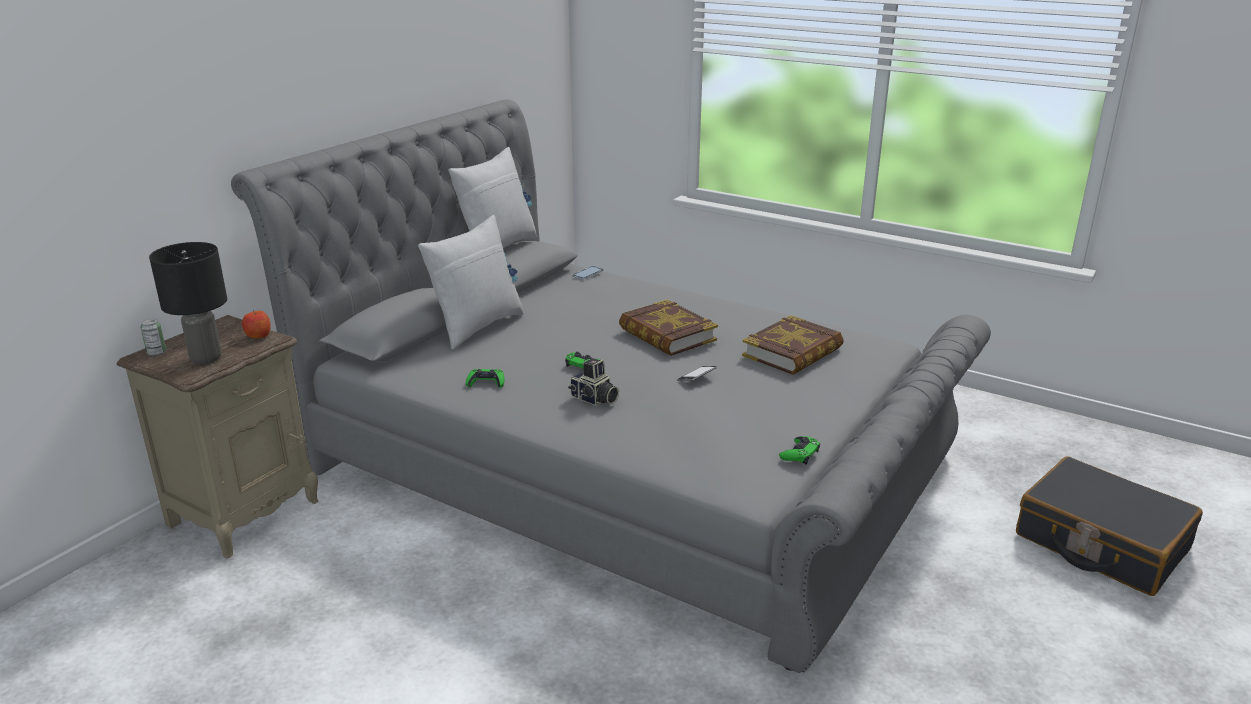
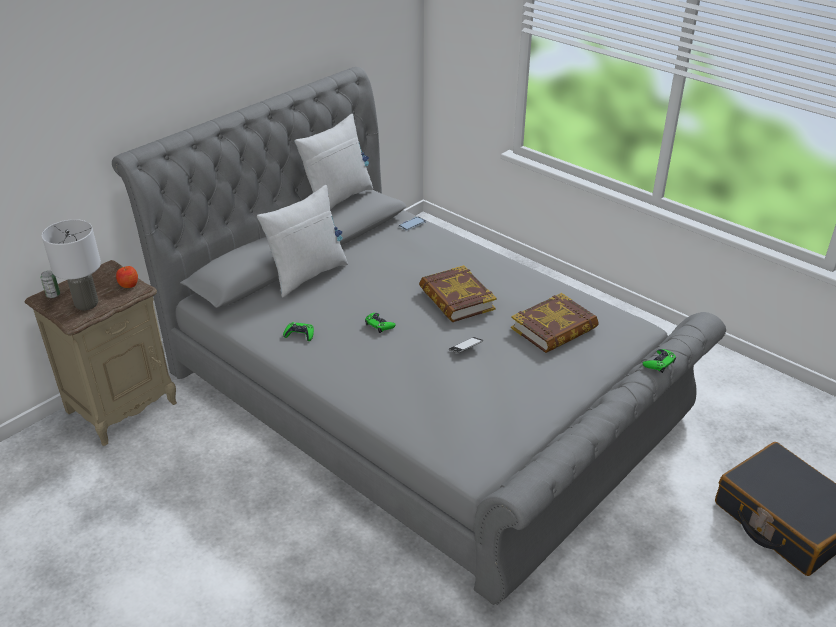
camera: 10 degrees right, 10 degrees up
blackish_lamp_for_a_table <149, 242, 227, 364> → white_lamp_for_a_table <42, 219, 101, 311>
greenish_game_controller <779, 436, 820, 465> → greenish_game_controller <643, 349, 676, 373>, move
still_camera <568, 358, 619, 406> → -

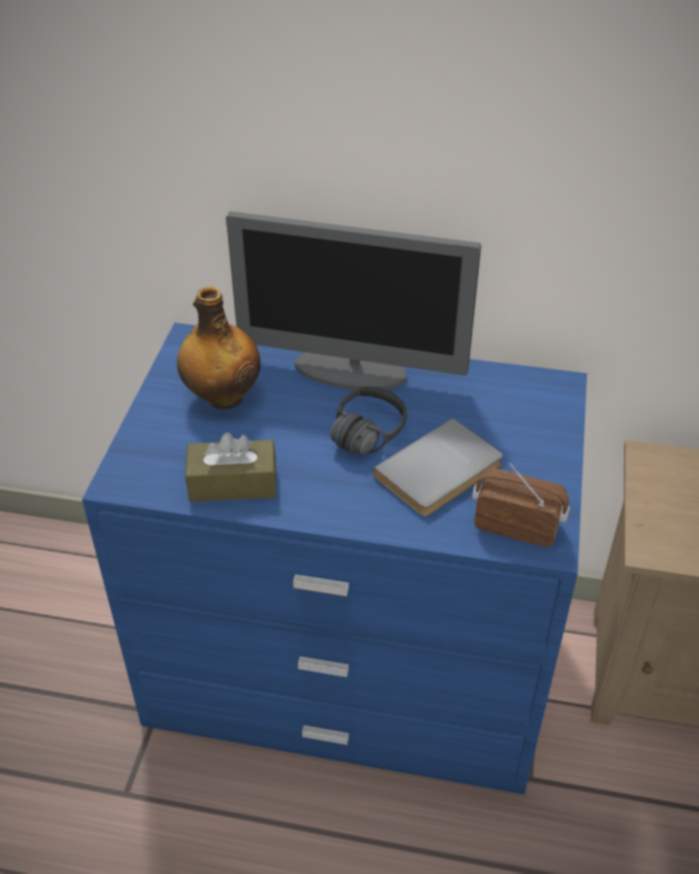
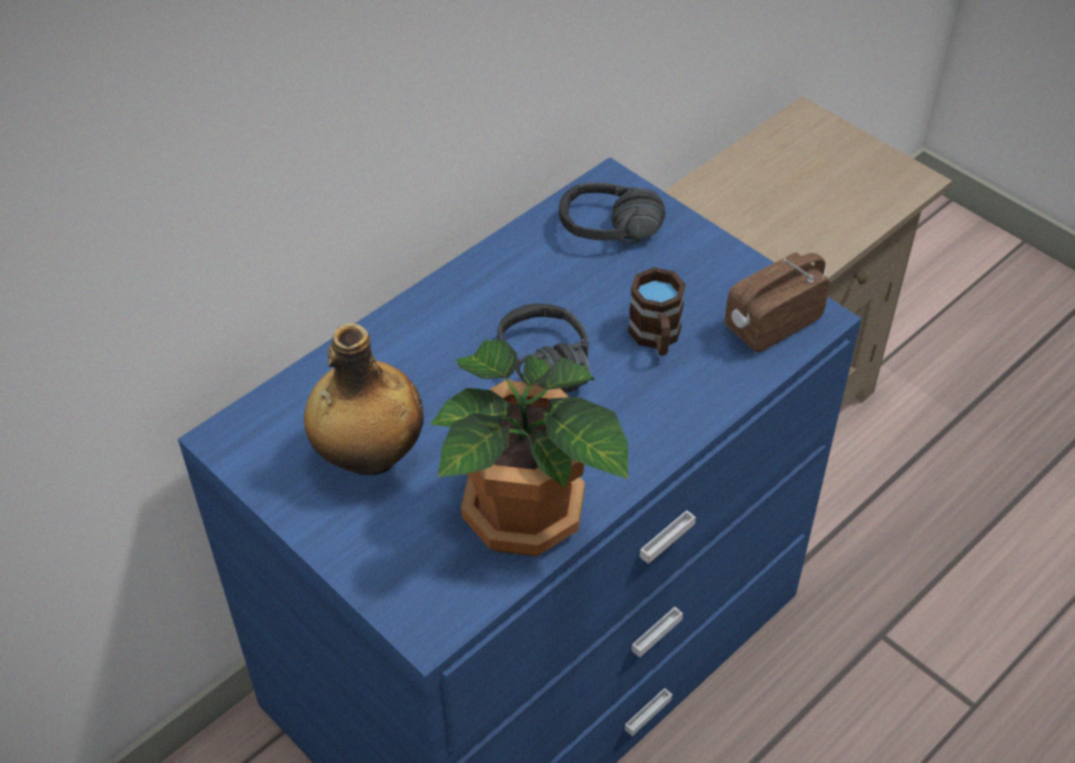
camera: 55 degrees left, 5 degrees up
brownish_box_of_tissues <185, 433, 276, 502> → plant_in_a_pot <430, 339, 628, 556>
- → blackish_pair_of_headphones <559, 182, 666, 244>
greyish_book <373, 418, 503, 517> → brownish_tea_mug <628, 267, 686, 356>
computer_screen <226, 211, 481, 389> → -

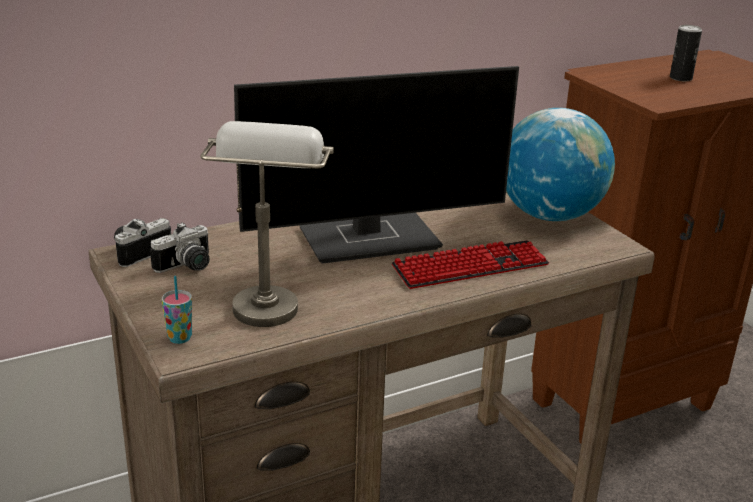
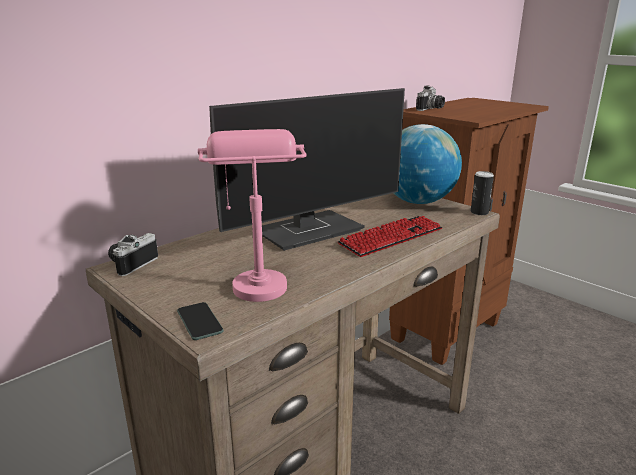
camera: 15 degrees left, 5 degrees down
drinking_cup <162, 276, 192, 344> → handset <177, 302, 224, 340>
greyish_lamp_for_a_table <201, 121, 334, 327> → pink_lamp_for_a_table <198, 129, 307, 302>
still_camera <150, 222, 210, 273> → still_camera <416, 86, 445, 111>, move
metal_can <670, 25, 702, 81> → metal_can <471, 171, 494, 215>, move

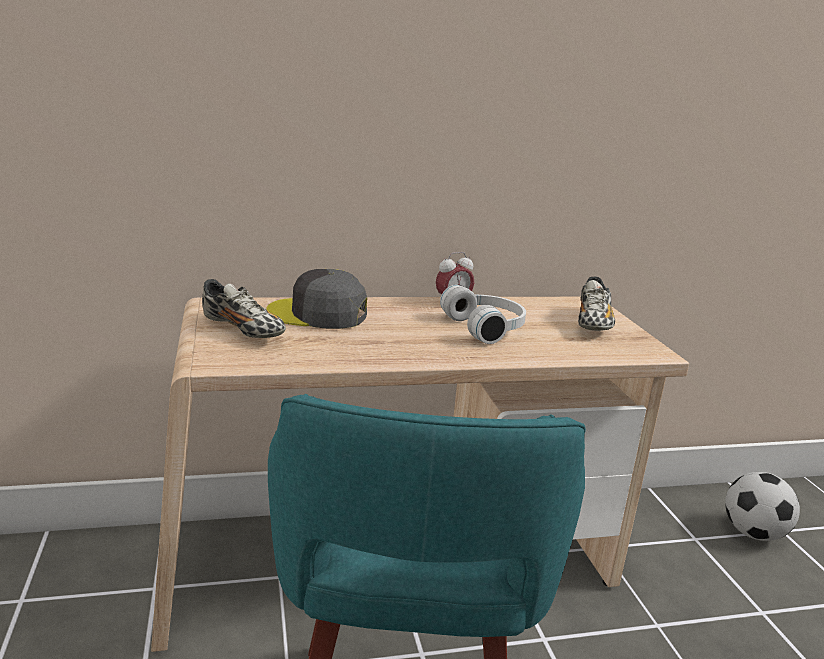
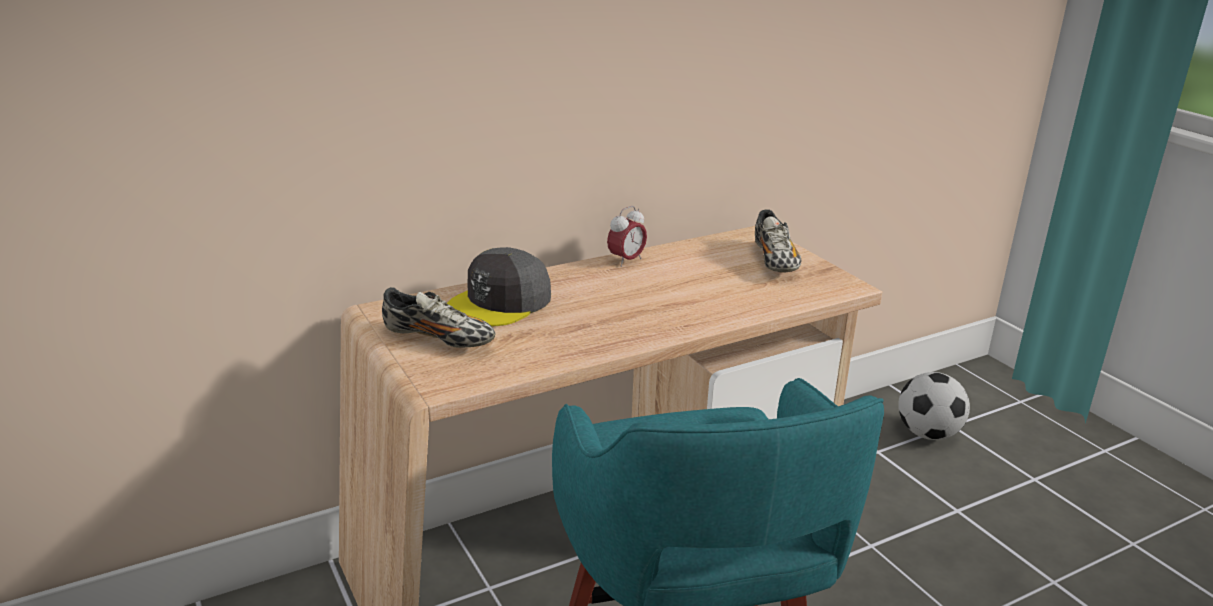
camera: 15 degrees left, 5 degrees up
greyish_cap <266, 269, 367, 329> → greyish_cap <447, 247, 551, 326>, 45 degrees counterclockwise
white_pair_of_headphones <440, 285, 526, 344> → -

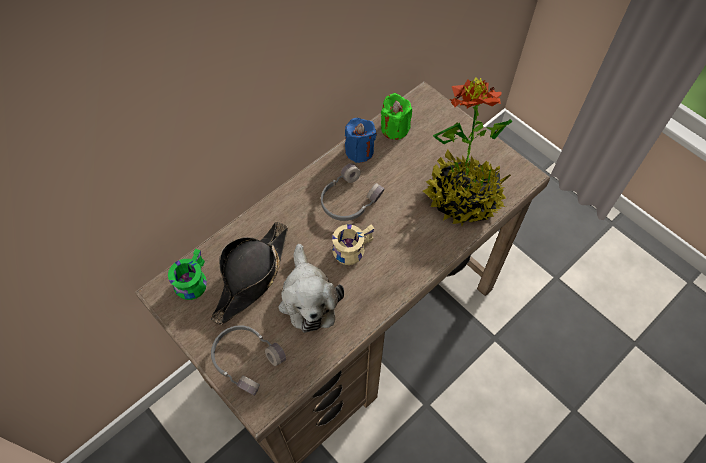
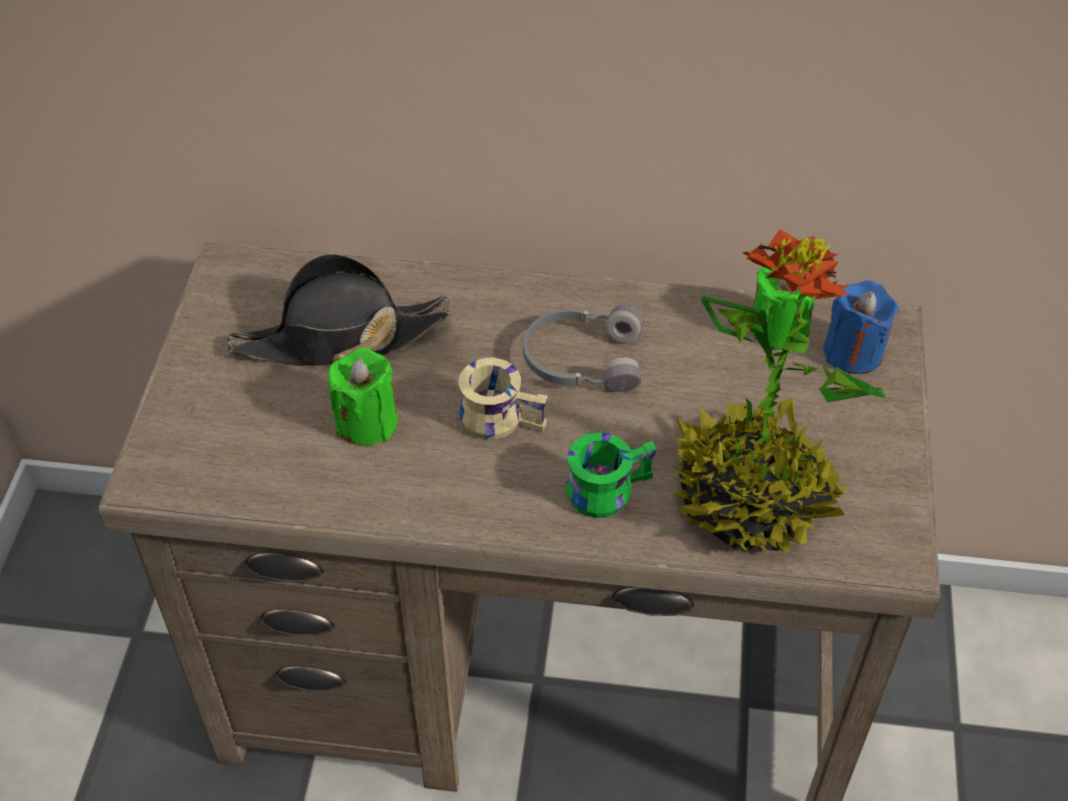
camera: 50 degrees right, 10 degrees down
soft_toy <278, 244, 344, 333> → greenish_wax_candle <328, 347, 398, 446>
greenish_tea_mug <168, 249, 207, 300> → greenish_tea_mug <566, 432, 657, 518>, move
blue_wax_candle <345, 118, 376, 163> → blue_wax_candle <824, 280, 899, 374>, move
greyish_pair_of_headphones <211, 325, 286, 395> → -

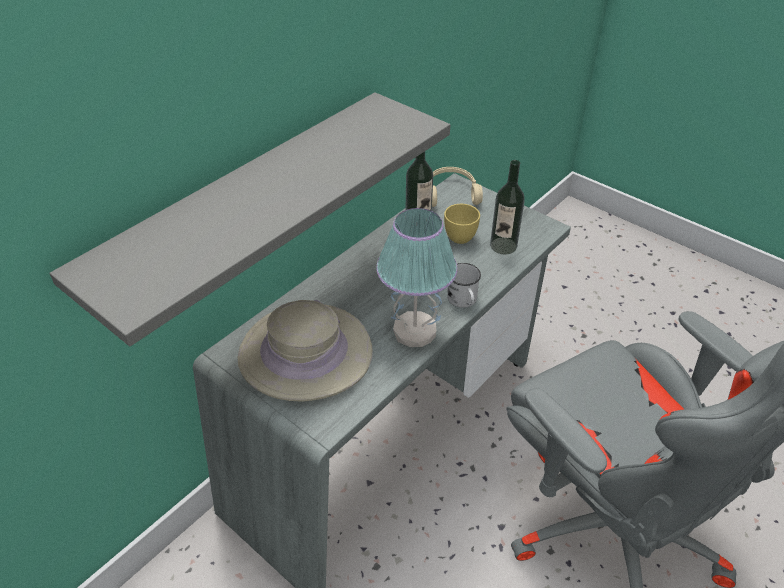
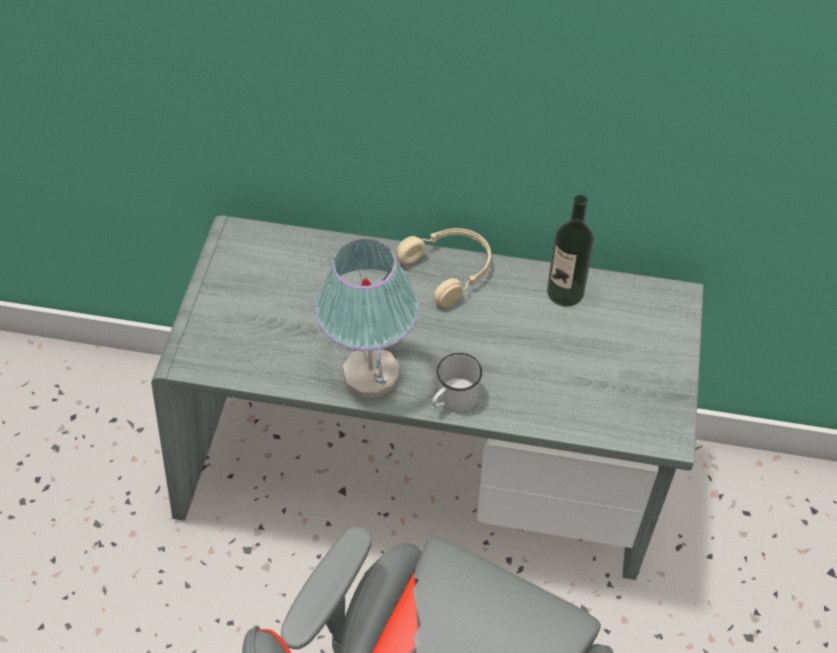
camera: 60 degrees right, 10 degrees up
beige-coloured_pair_of_headphones <432, 167, 483, 207> → beige-coloured_pair_of_headphones <396, 228, 491, 307>, move
greyish_shelf <49, 92, 450, 346> → -
beige-coloured_wearable_hat <237, 300, 373, 402> → -
yellow-coloured_drinking_cup <444, 204, 480, 244> → -
beverage_bottle <490, 160, 525, 255> → -

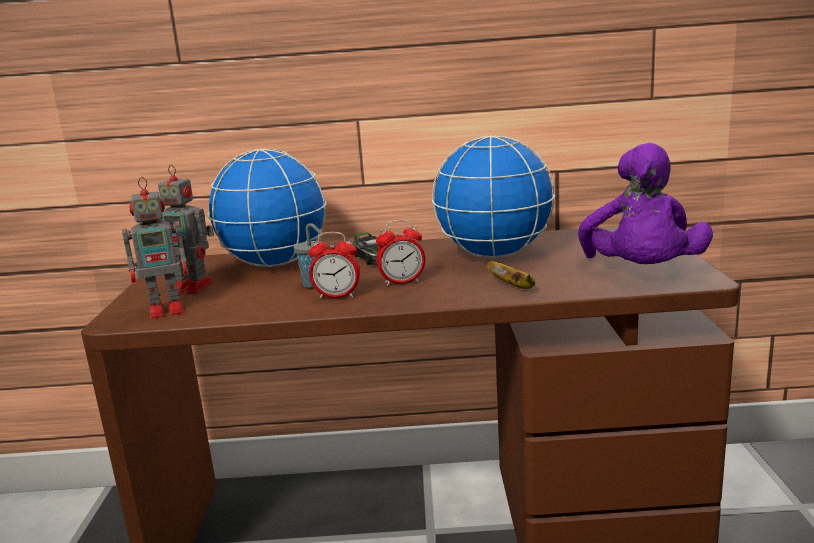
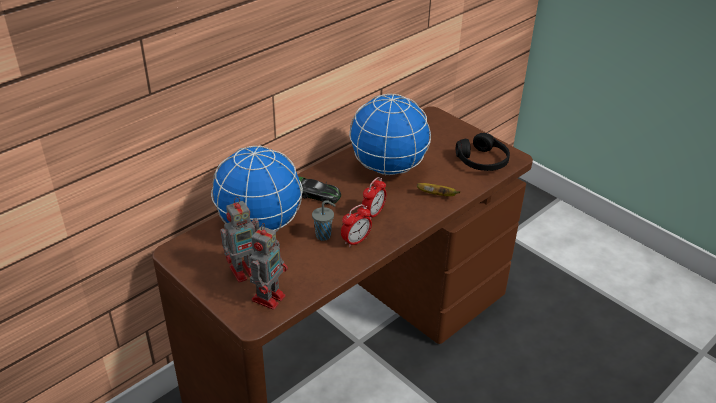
camera: 45 degrees left, 20 degrees up
purplish_soft_toy <578, 143, 713, 264> → blackish_pair_of_headphones <456, 133, 510, 171>

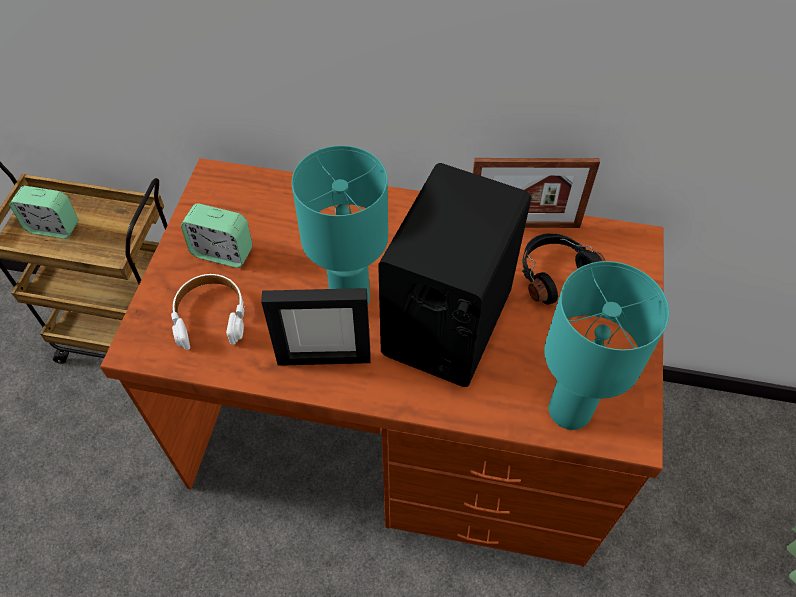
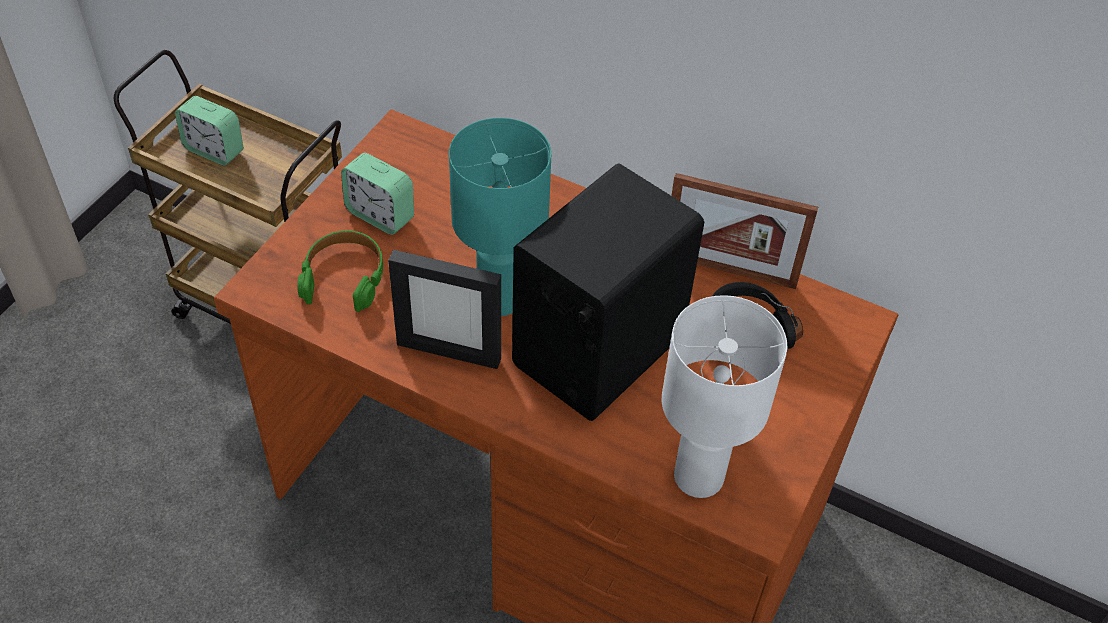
camera: 15 degrees right, 5 degrees down
white_pair_of_headphones <171, 274, 245, 350> → greenish_pair_of_headphones <297, 230, 383, 312>
blue-green_lamp_for_a_table <544, 261, 669, 430> → white_lamp_for_a_table <662, 295, 787, 498>

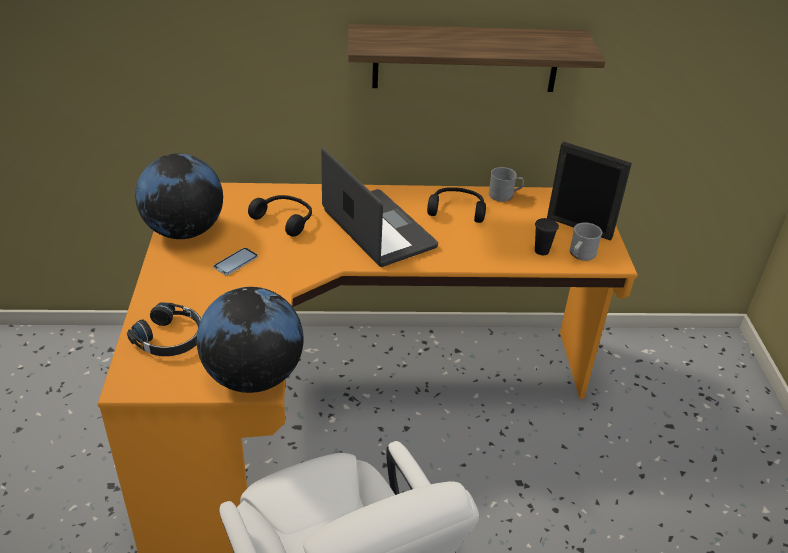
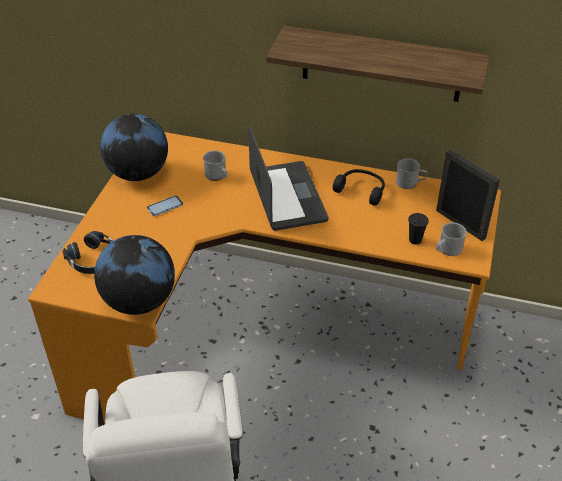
camera: 20 degrees right, 5 degrees up
blackish_pair_of_headphones <248, 195, 312, 237> → greyish_tea_mug <203, 151, 227, 181>

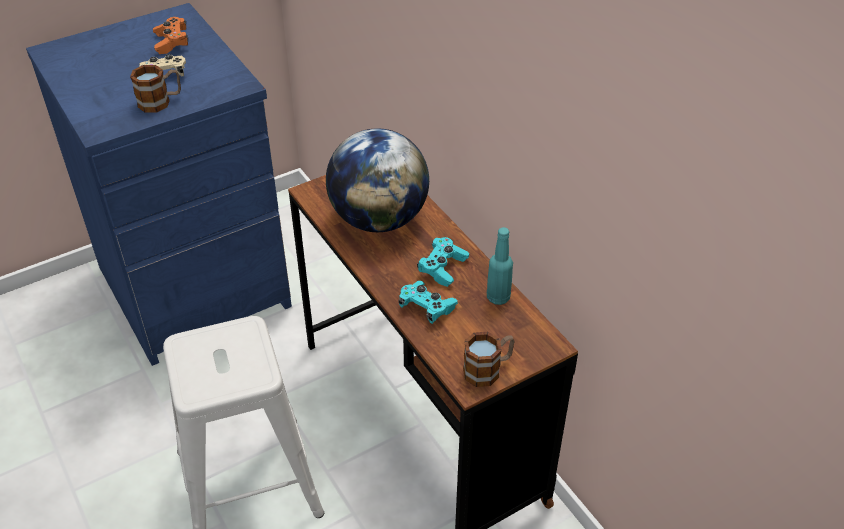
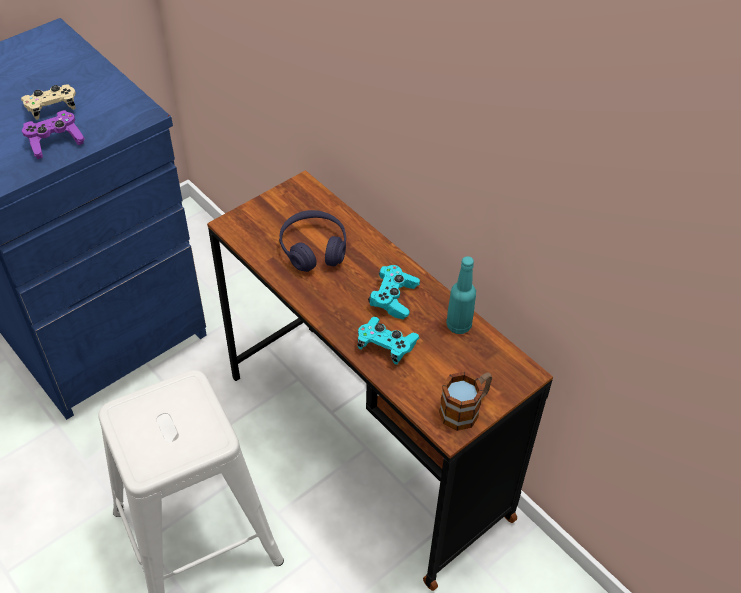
camera: 10 degrees left, 5 degrees up
tea_mug <130, 65, 181, 112> → purplish_game_controller <22, 110, 85, 159>
globe <326, 128, 429, 232> → purplish_pair_of_headphones <279, 210, 346, 272>
orangey_game_controller <153, 17, 188, 54> → -

